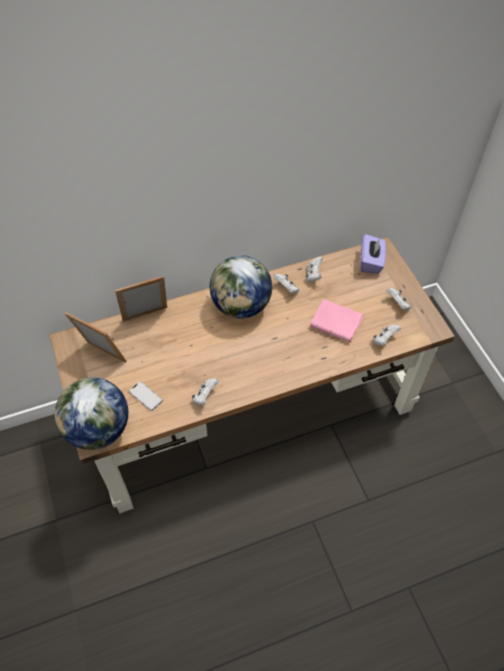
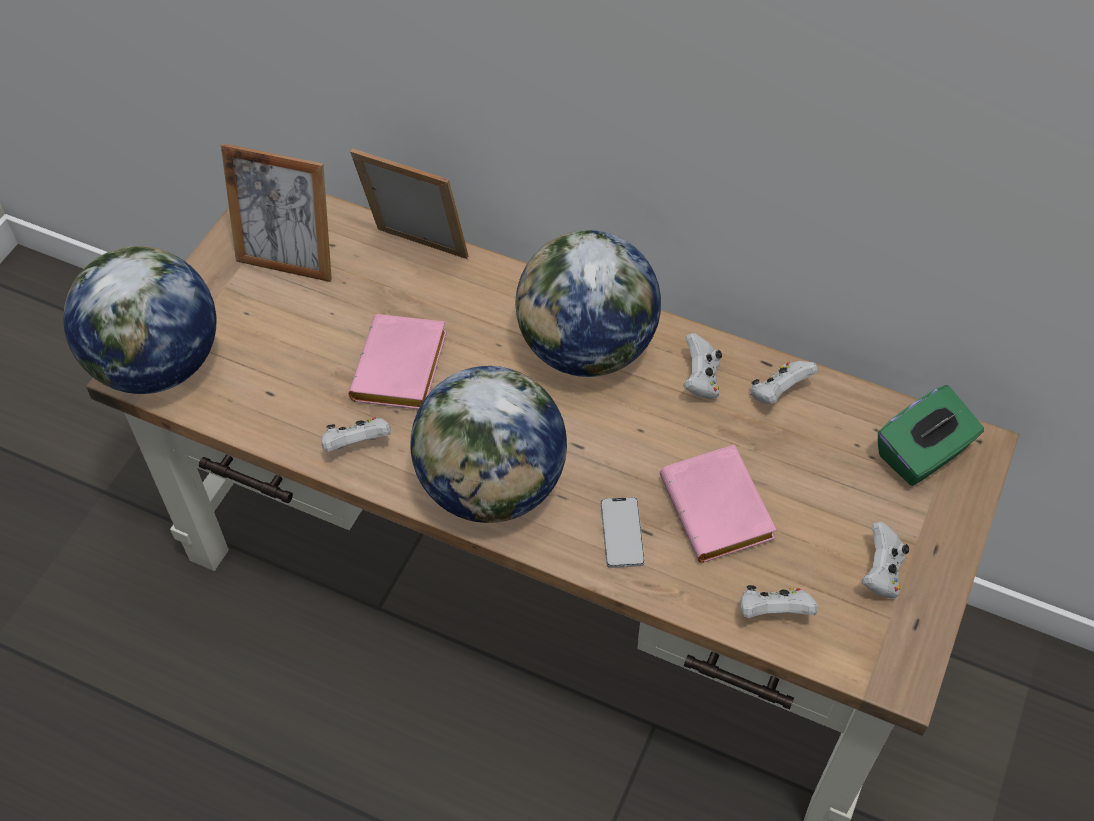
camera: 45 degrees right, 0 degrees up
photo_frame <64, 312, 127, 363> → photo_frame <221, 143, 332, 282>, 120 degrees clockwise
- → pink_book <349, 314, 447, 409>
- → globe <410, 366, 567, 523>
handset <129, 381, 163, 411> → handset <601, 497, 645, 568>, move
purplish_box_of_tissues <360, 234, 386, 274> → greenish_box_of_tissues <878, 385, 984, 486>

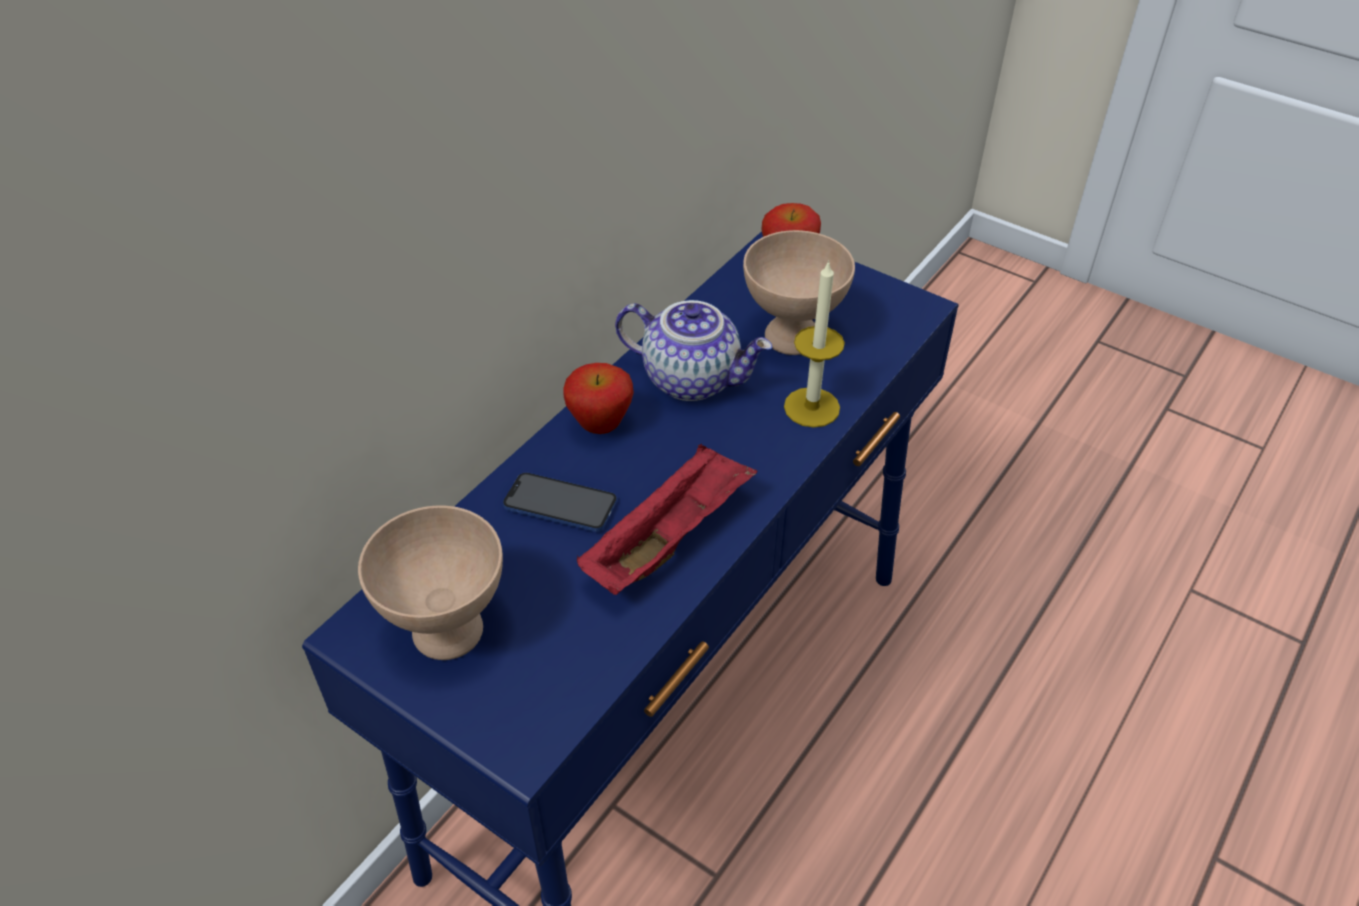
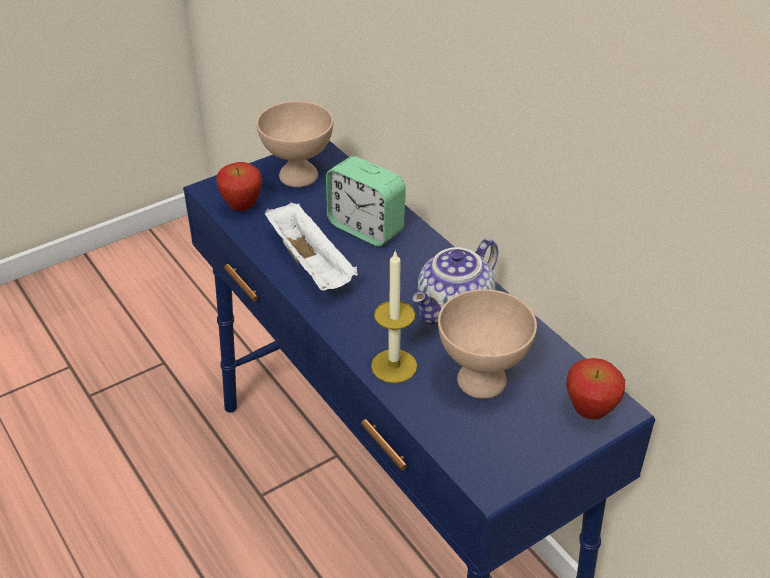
camera: 110 degrees right, 5 degrees down
apple <563, 363, 634, 434> → apple <216, 162, 262, 211>, move
reddish_carrying_tray <577, 444, 757, 595> → white_carrying_tray <265, 202, 358, 291>
handset <503, 473, 617, 532> → table_clock <326, 156, 406, 246>

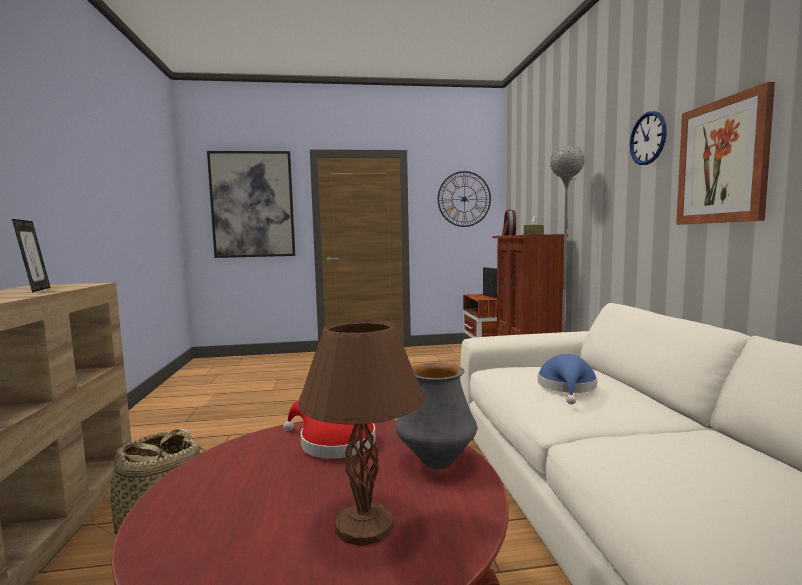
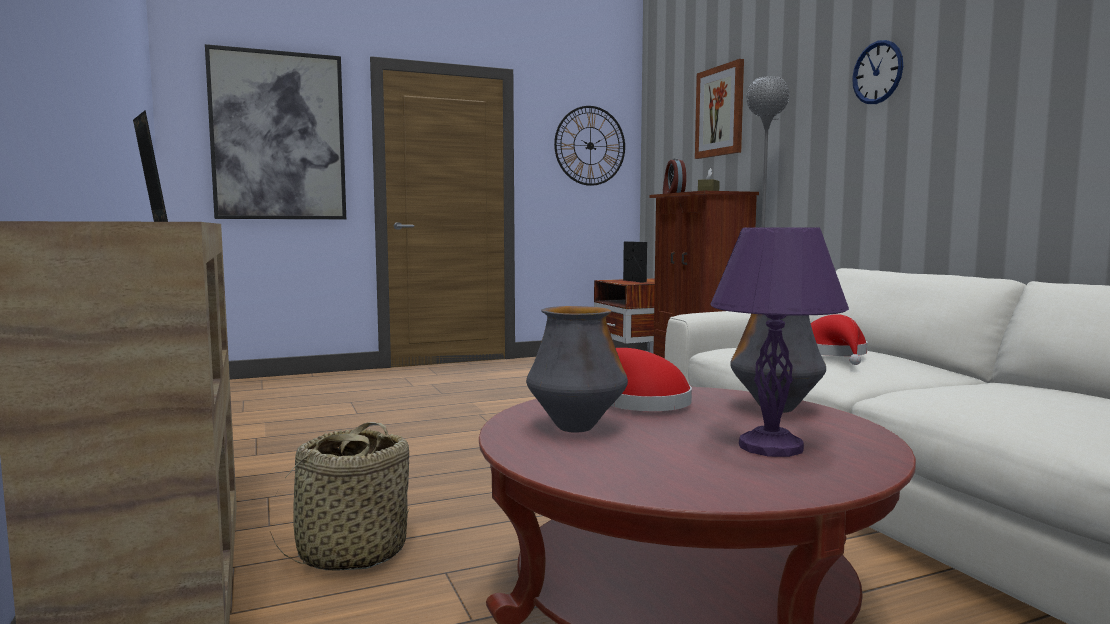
camera: 15 degrees left, 0 degrees up
- → flower_vase <526, 306, 628, 433>
wall_picture <676, 82, 775, 225> → wall_picture <695, 59, 744, 159>, move
brownish_lamp_for_a_table <298, 319, 424, 546> → purplish_lamp_for_a_table <710, 227, 849, 457>
blue_wearable_hat <538, 354, 597, 404> → reddish_wearable_hat <811, 314, 868, 365>

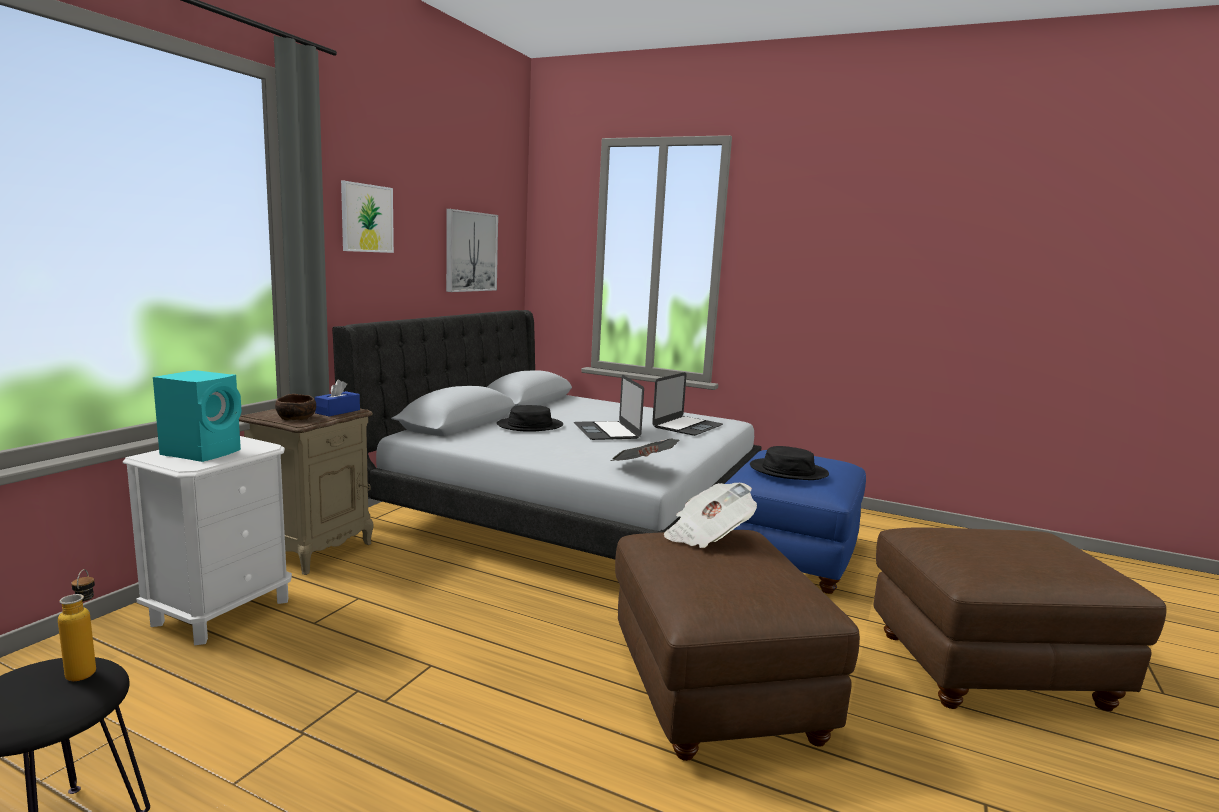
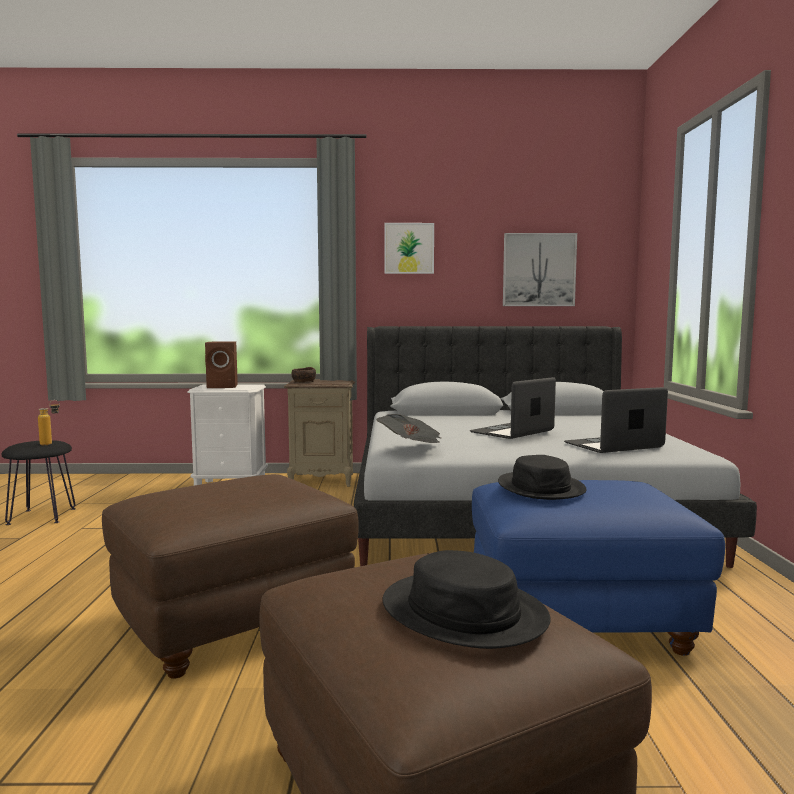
camera: 65 degrees right, 5 degrees down
blue-green_speaker <153, 370, 242, 462> → brownish_speaker <205, 341, 238, 388>
blackish_wearable_hat <497, 405, 563, 432> → blackish_wearable_hat <383, 550, 551, 649>, move
portable_computer <652, 372, 723, 436> → portable_computer <564, 387, 668, 453>, 150 degrees clockwise
blue_box_of_tissues <315, 380, 360, 416> → -
newspaper <664, 483, 757, 548> → -

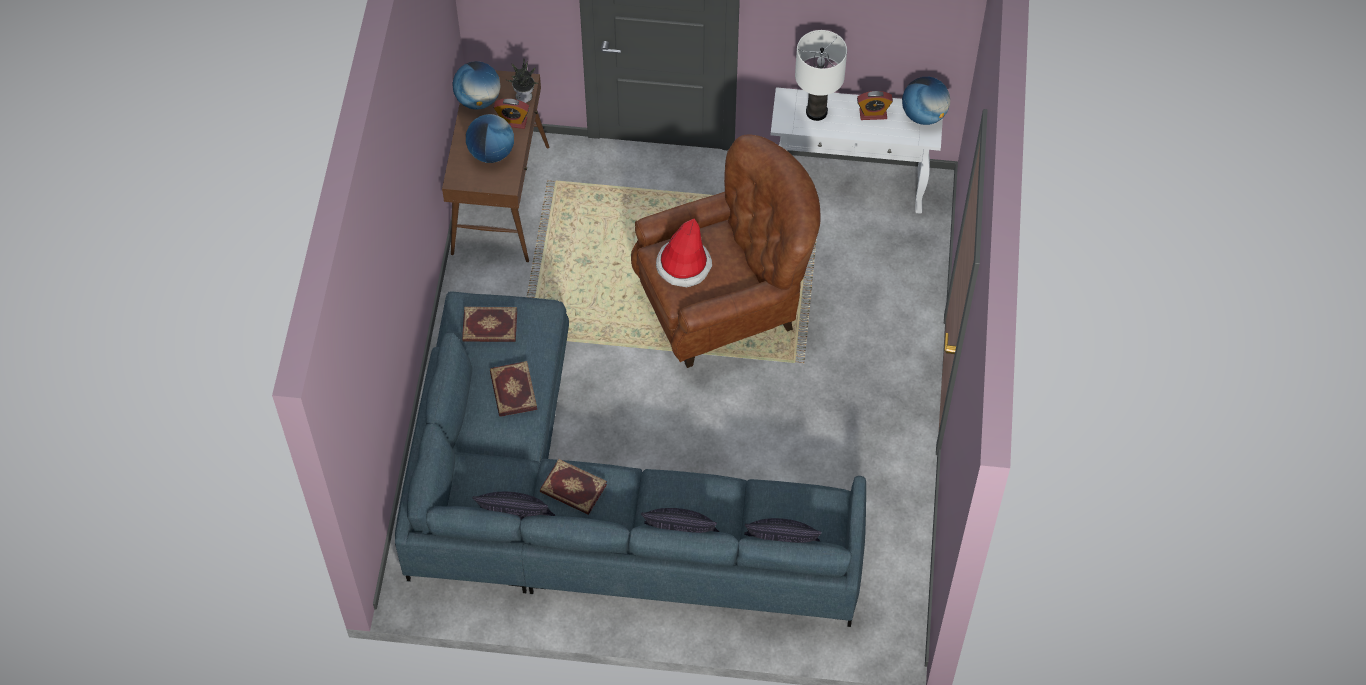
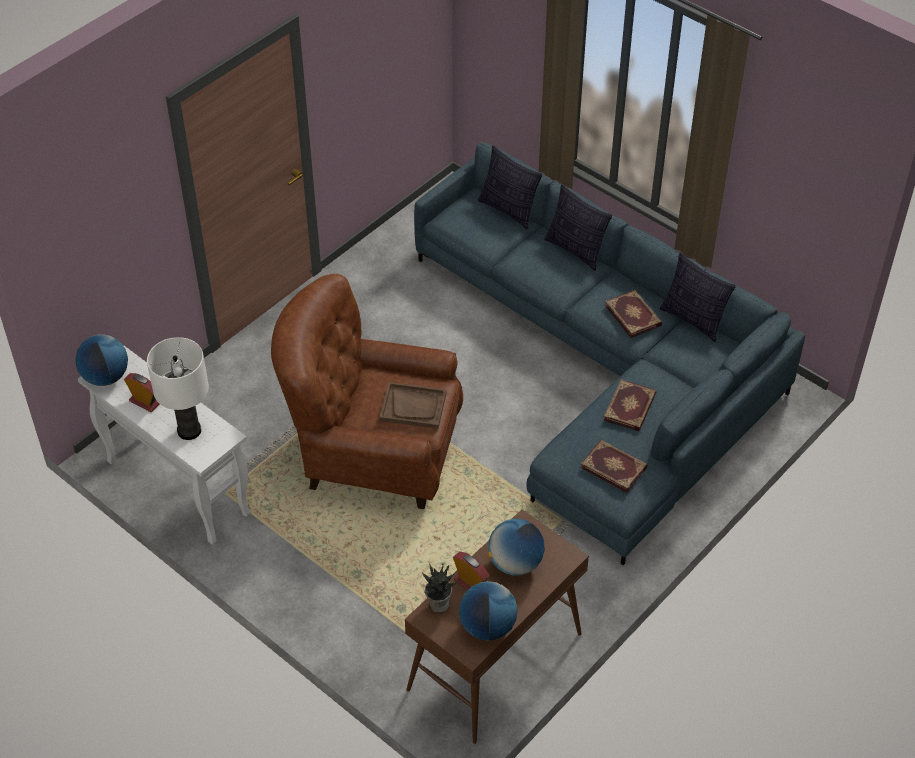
camera: 145 degrees left, 10 degrees down
wearable_hat <656, 219, 712, 287> → brownish_carrying_tray <379, 382, 447, 429>

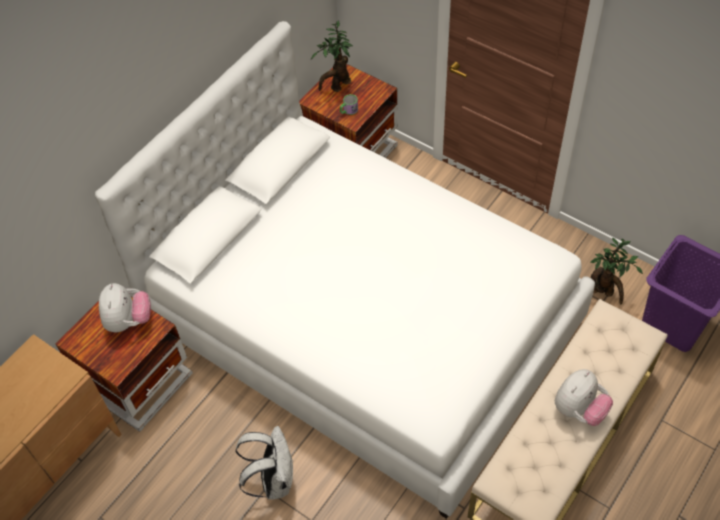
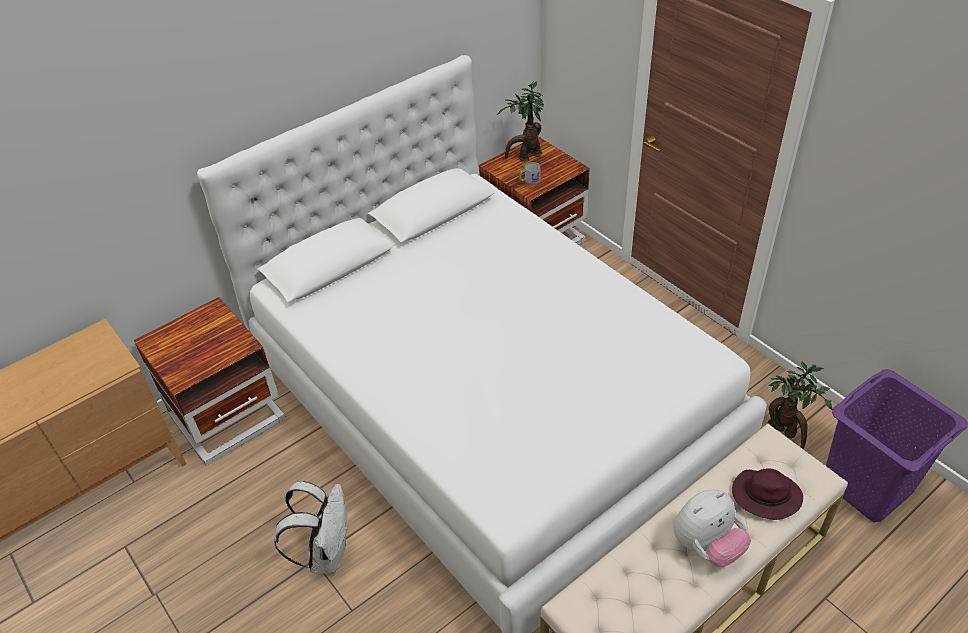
camera: 15 degrees right, 10 degrees down
- → purplish_wearable_hat <732, 468, 803, 520>
soft_toy <99, 283, 151, 332> → -

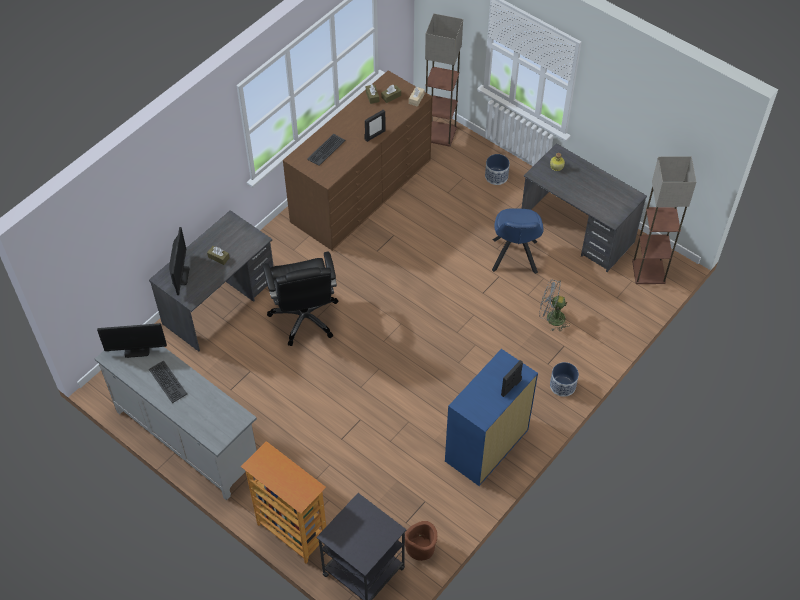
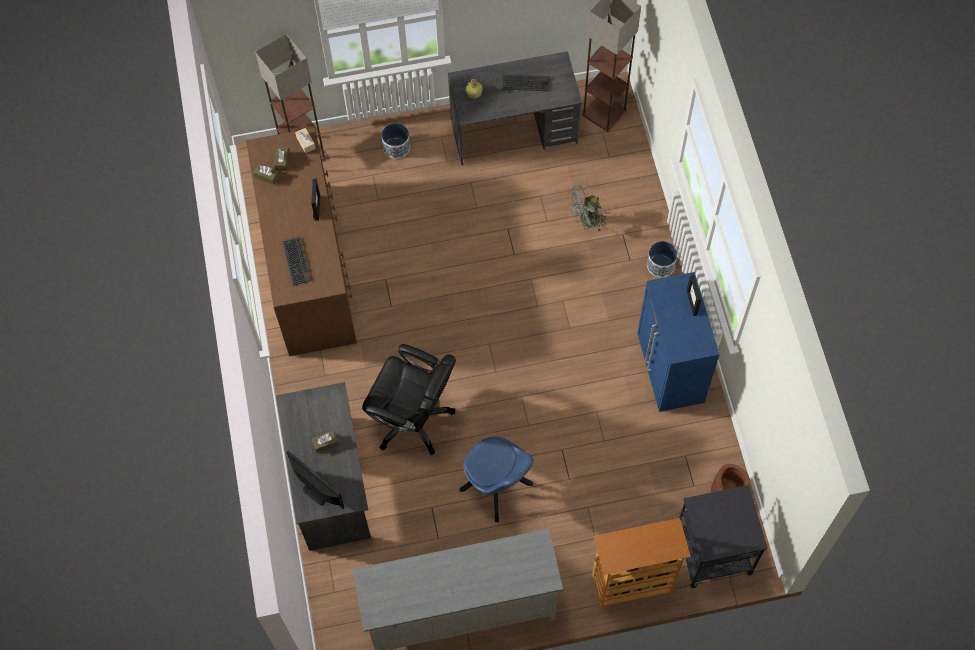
camera: 50 degrees left, 10 degrees up
blue_chair <492, 208, 544, 274> → blue_chair <460, 437, 534, 522>, move
keyboard <149, 360, 187, 403> → keyboard <502, 74, 550, 91>, move
computer_screen <97, 323, 167, 358> → -

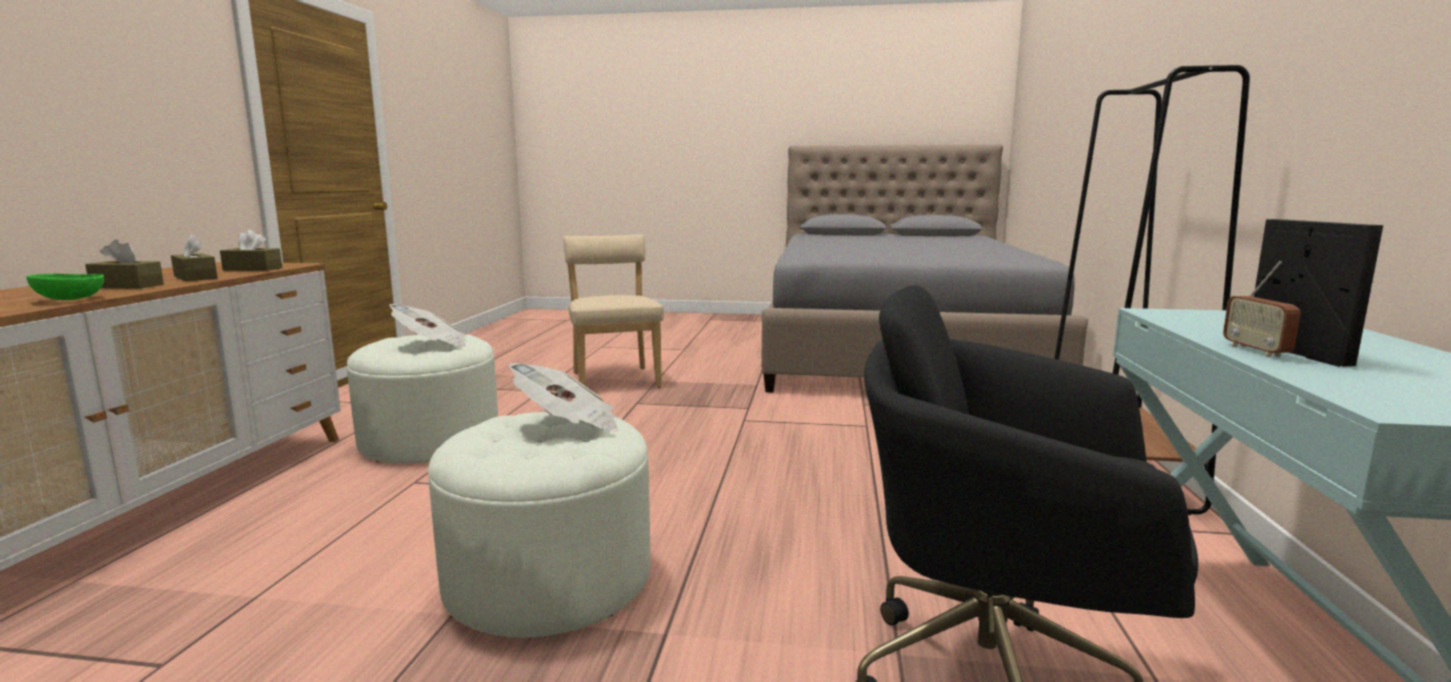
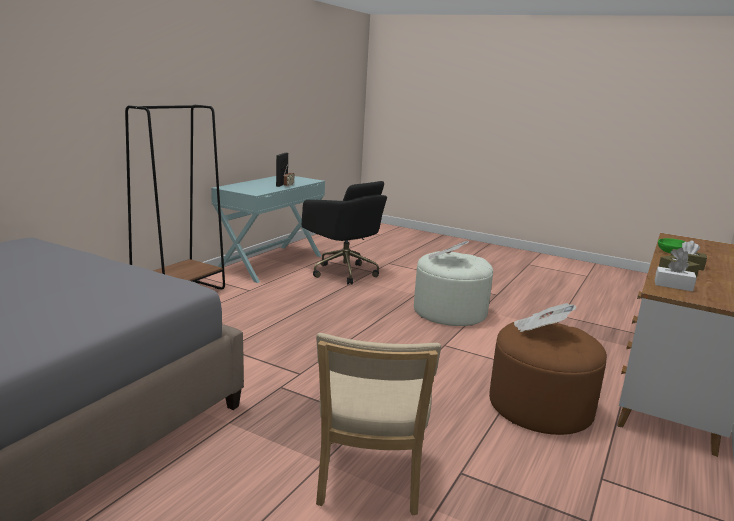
camera: 160 degrees left, 5 degrees up
white_footrest <347, 334, 498, 463> → brownish_footrest <489, 322, 607, 435>
brownish_box_of_tissues <220, 230, 282, 271> → white_box_of_tissues <655, 258, 697, 292>

